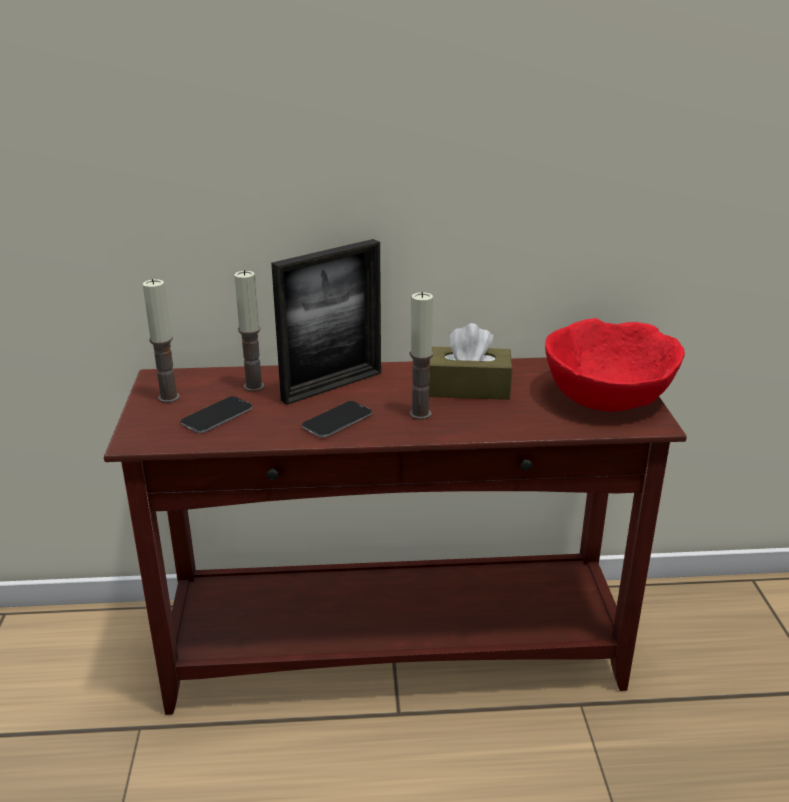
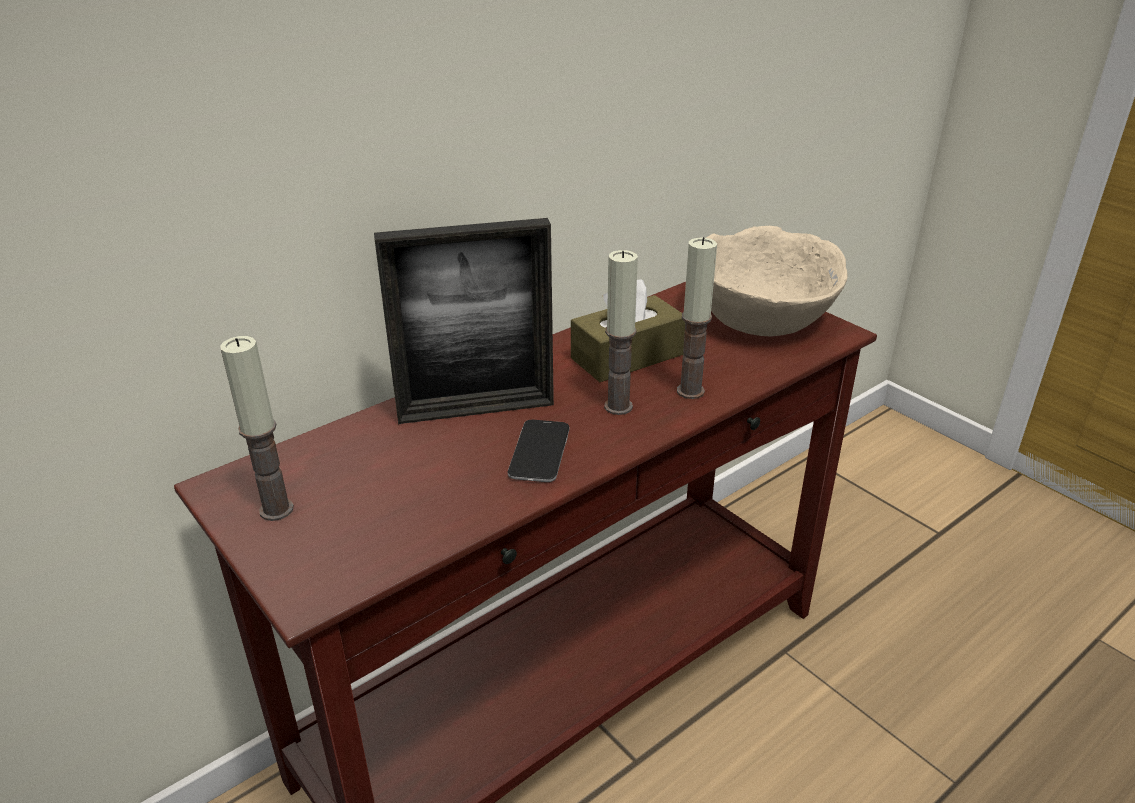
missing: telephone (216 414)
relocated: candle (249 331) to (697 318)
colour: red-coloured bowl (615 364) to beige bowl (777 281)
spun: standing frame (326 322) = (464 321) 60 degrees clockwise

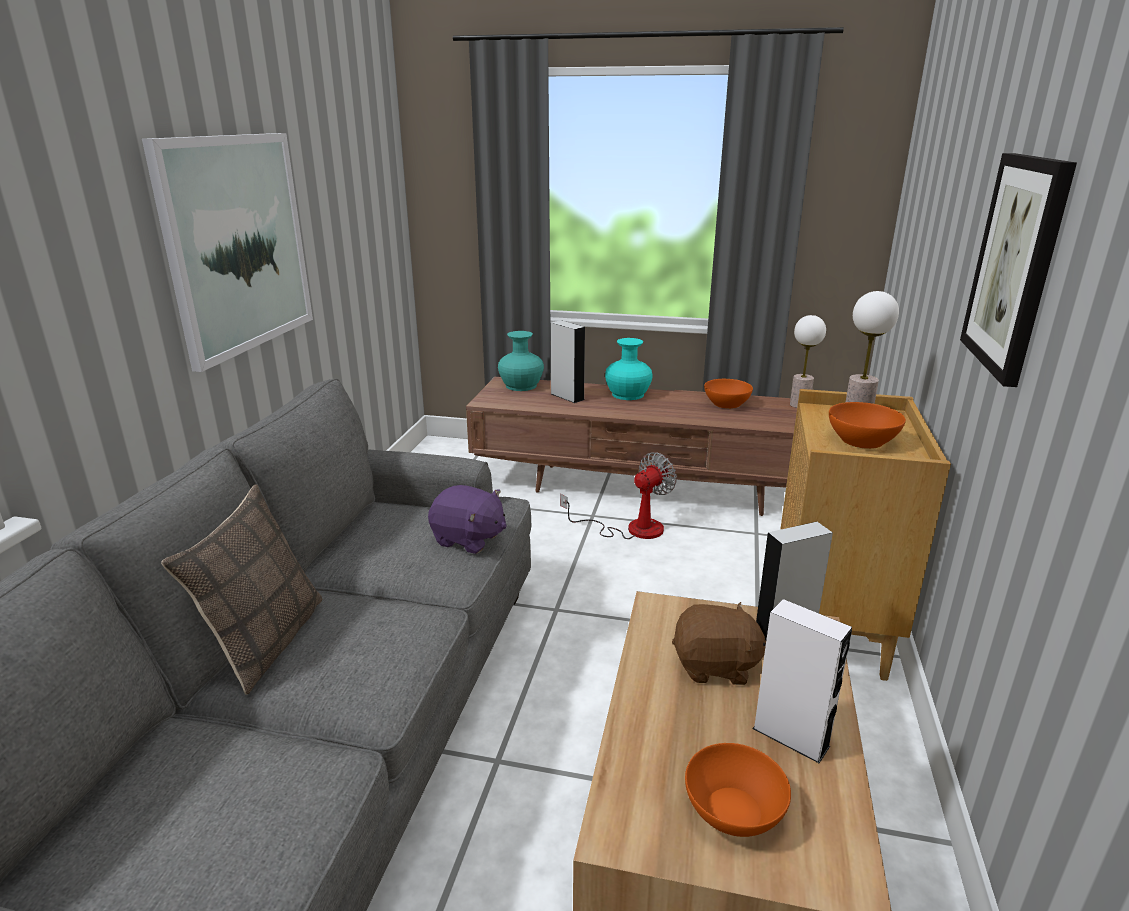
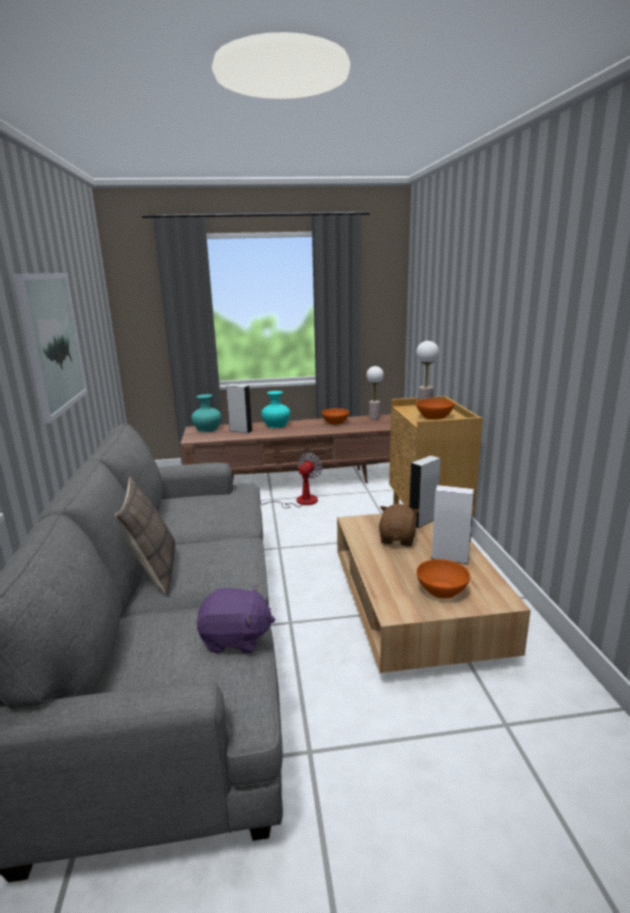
missing: wall art (1018 270)
relocated: purple cuddly toy (467 519) to (236 619)
spun: brownish cuddly toy (719 643) = (399 525) 60 degrees counterclockwise

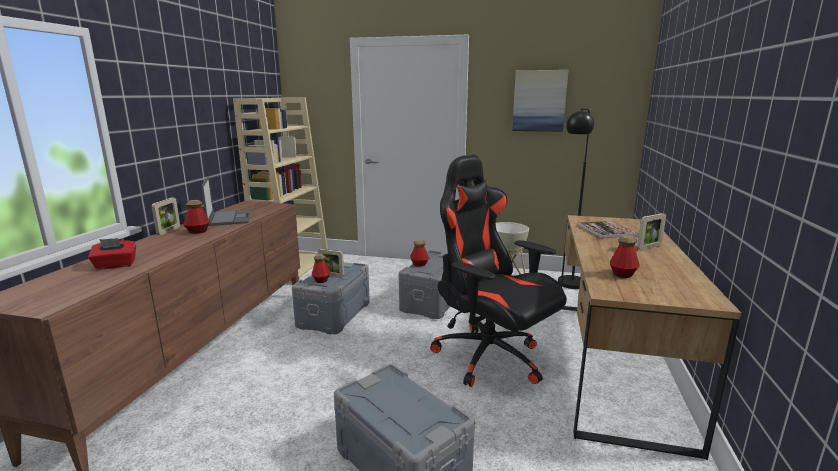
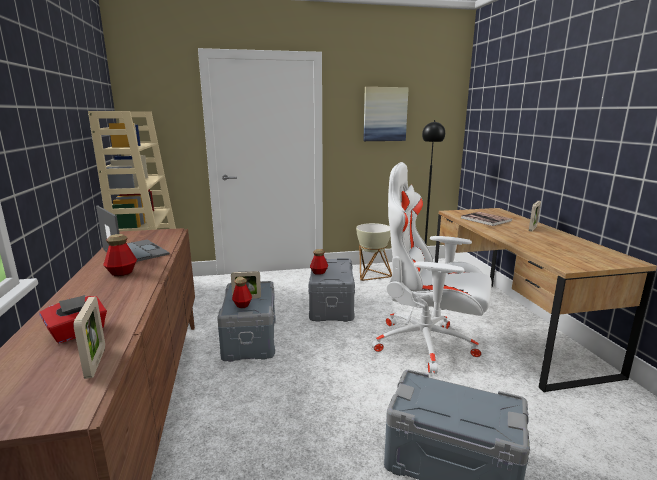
missing: bottle (625 256)
relocated: standing frame (166 216) to (89 337)
colour: black-coloured desk chair (498 271) to white-coloured desk chair (432 268)

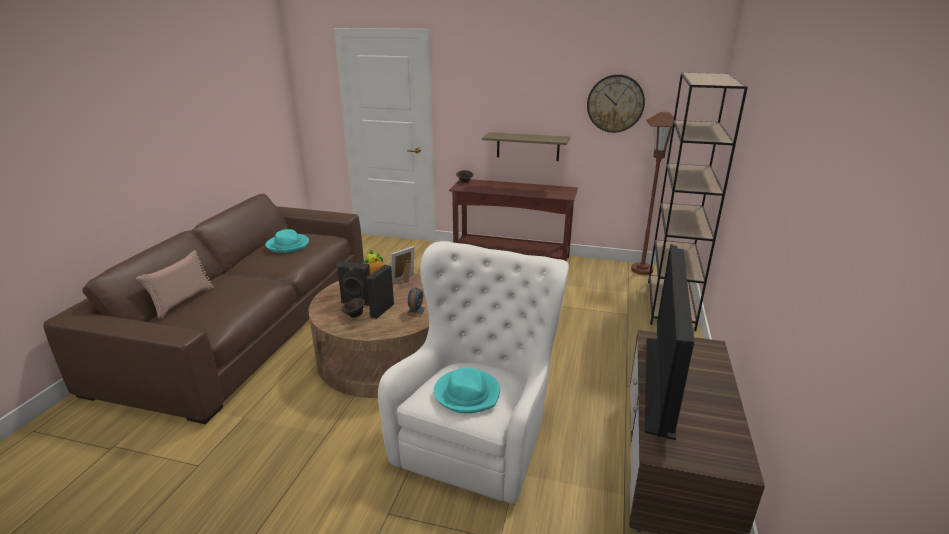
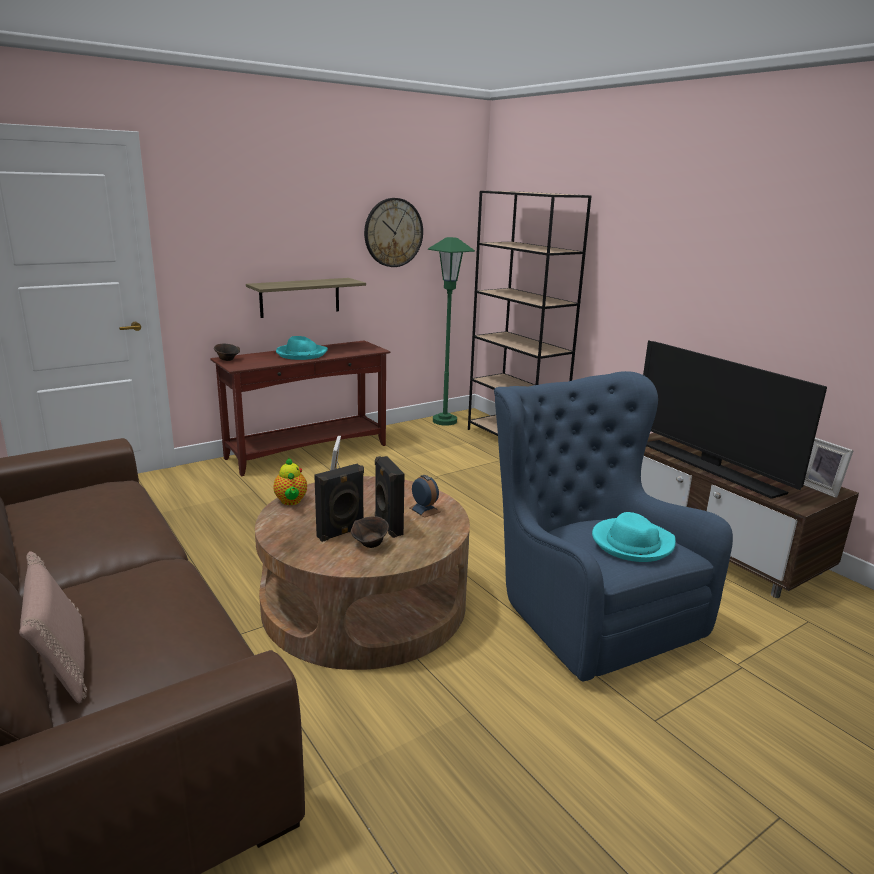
appeared: standing frame (829 468)
relocated: turquoise wearable hat (287 241) to (302 348)
colour: brownish floor lamp (652 193) to green floor lamp (451 331); white-coloured armchair (473 372) to blue armchair (613 526)

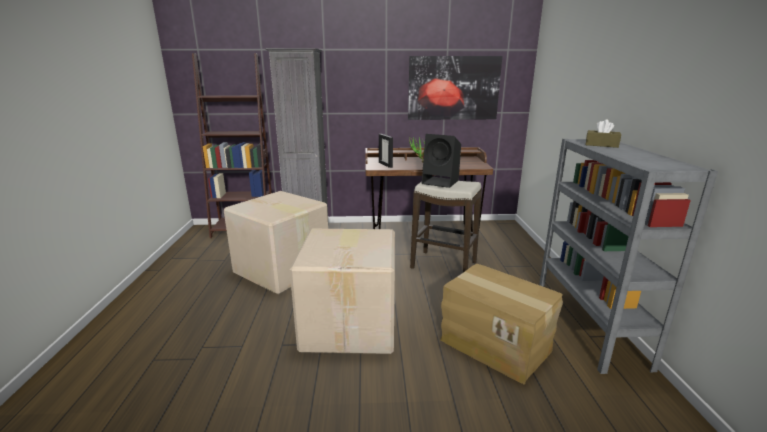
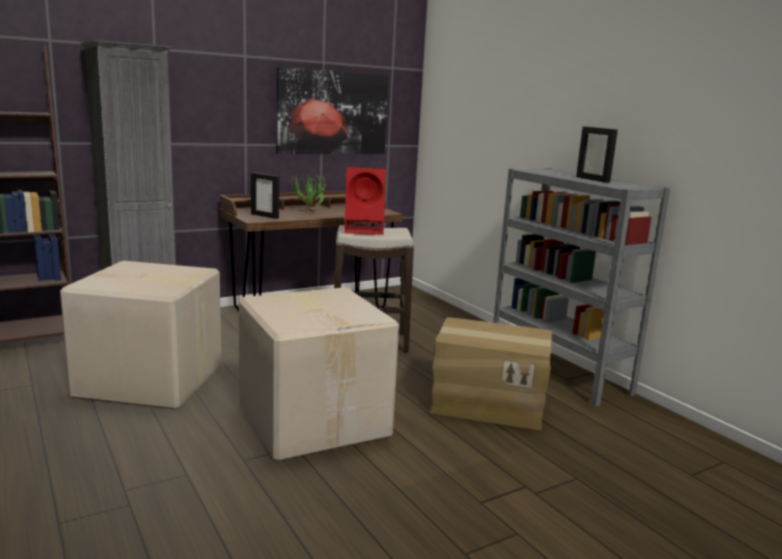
missing: brownish tissue box (603 133)
appeared: standing frame (597 155)
colour: black-coloured loudspeaker (441 161) to red-coloured loudspeaker (365 201)

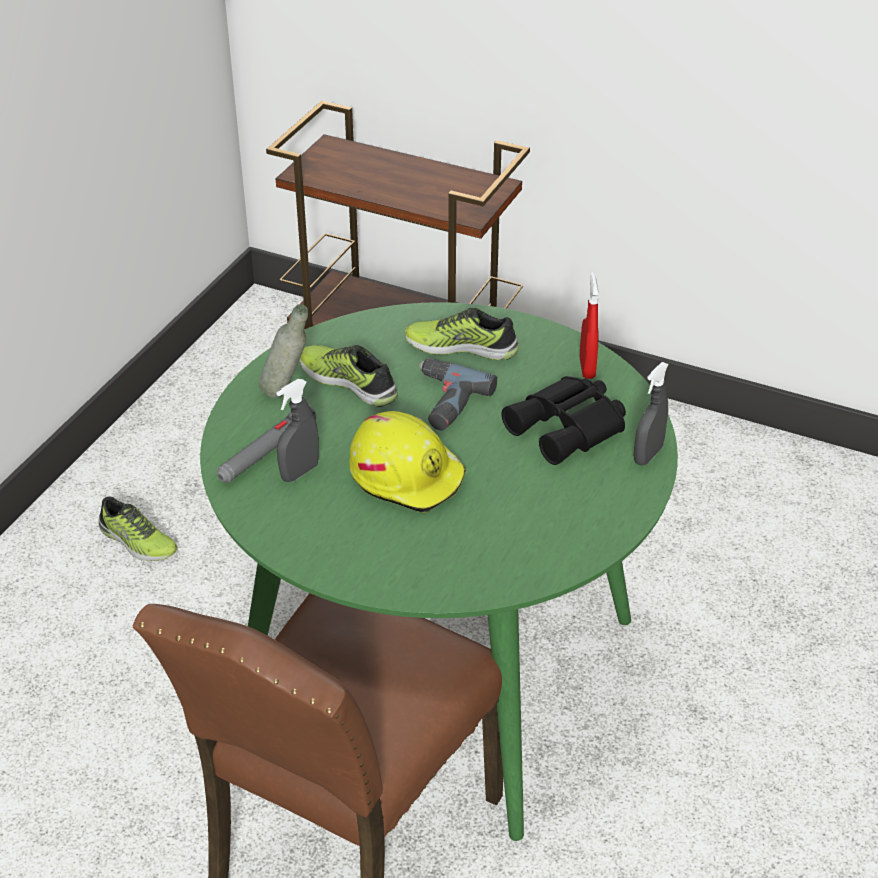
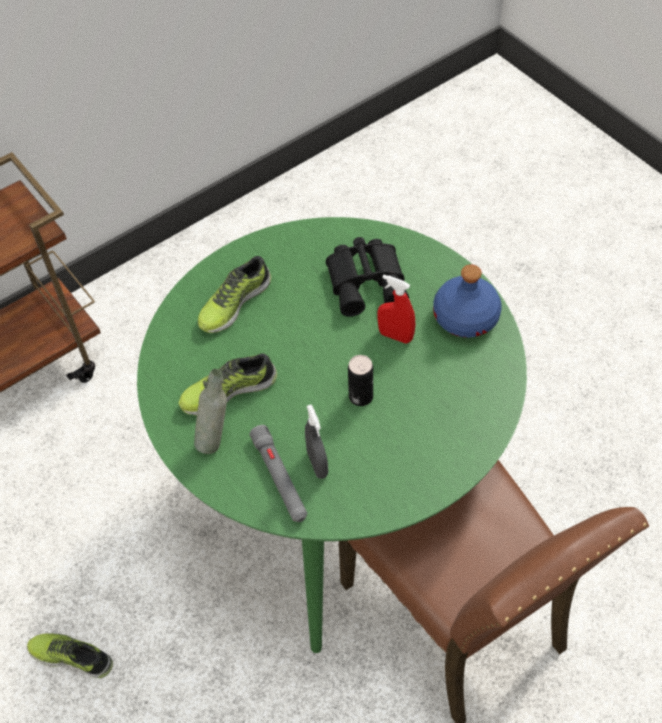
missing: power drill (458 394); greyish hand sprayer (651 414)
appeared: blue bottle (467 301)
relocated: red-coloured hand sprayer (589 325) to (396 309)
exchanged: yellowish work helmet (407 462) to can (360 380)
spun: item of footwear (138 528) = (70 655) 135 degrees counterclockwise

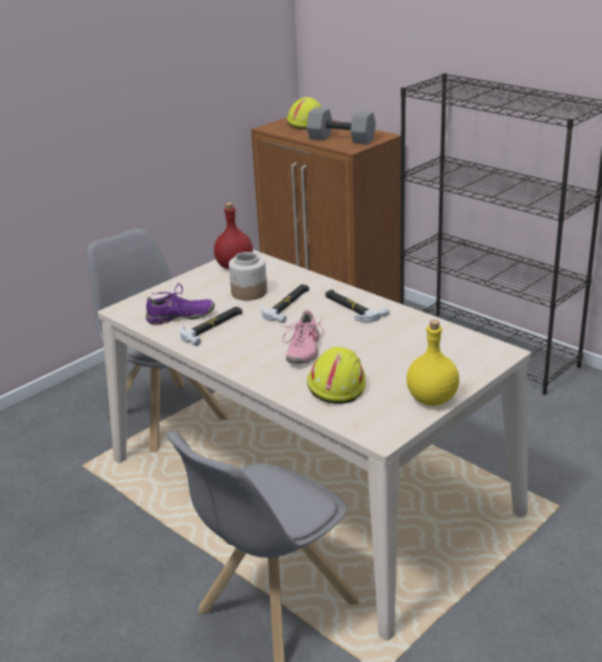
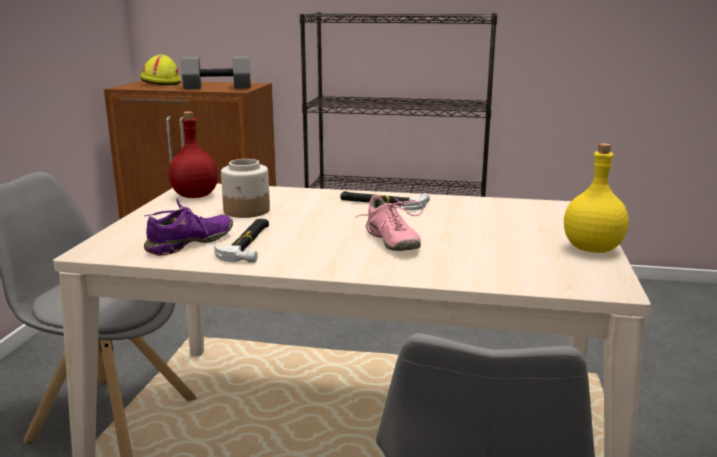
missing: hammer (285 303); yellowish work helmet (336 375)

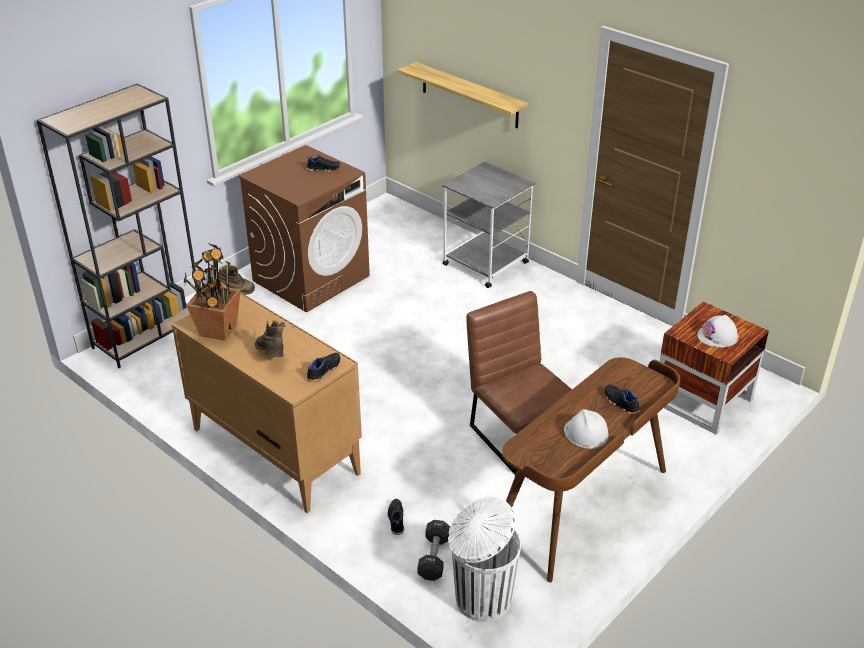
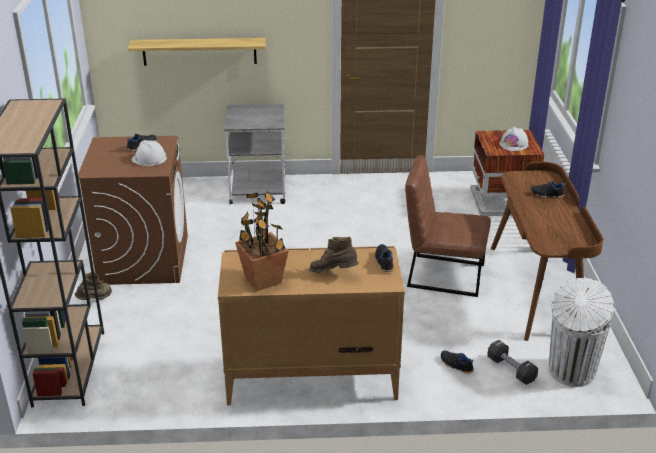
relocated: white-coloured work helmet (586 429) to (149 153)

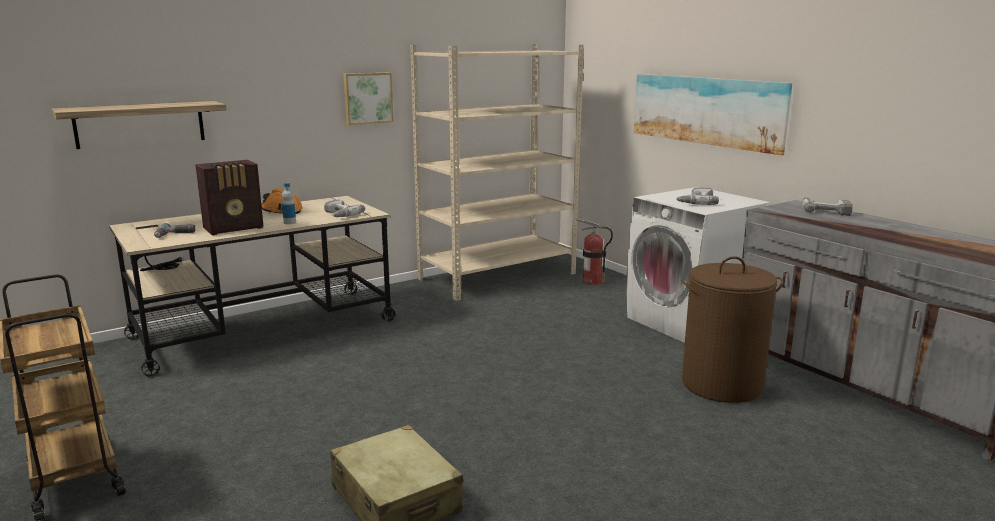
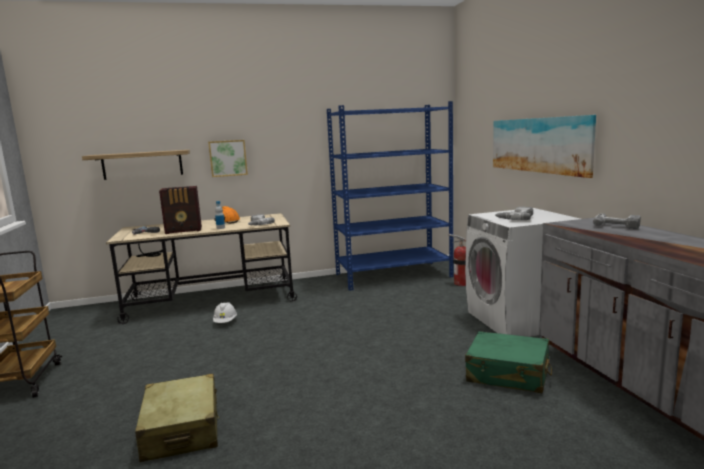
appeared: white-coloured work helmet (225 312)
relocated: wall art (368 98) to (228 158)
exchanged: brownish washing basket (732 329) to green suitcase (508 362)
colour: beige shelving unit (497 172) to blue shelving unit (390 196)

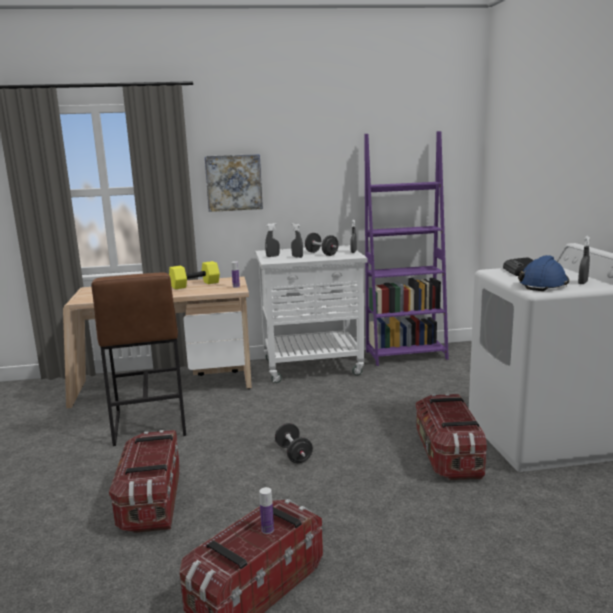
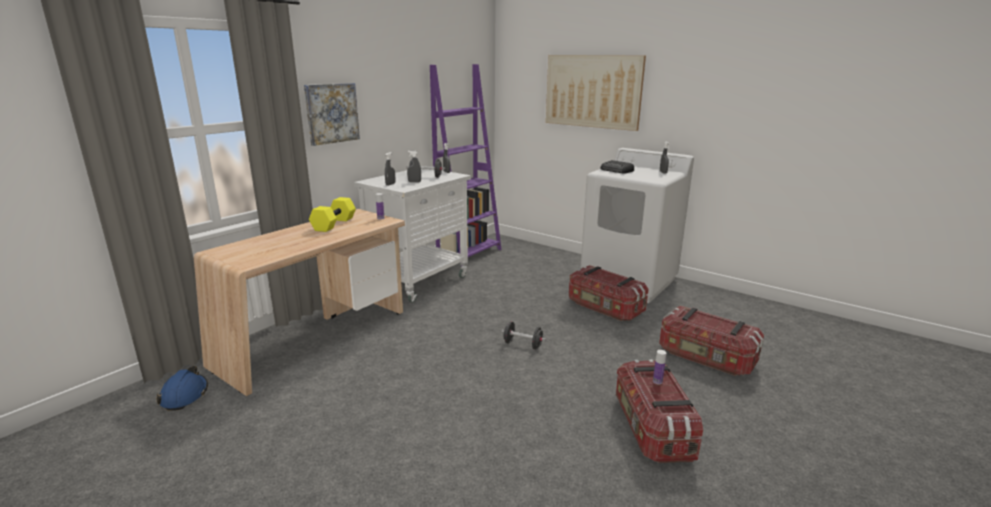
missing: brownish sitting stool (138 359)
appeared: wall art (596 93)
relocated: blue work helmet (543 273) to (182 388); storage bin (144 481) to (711 341)

